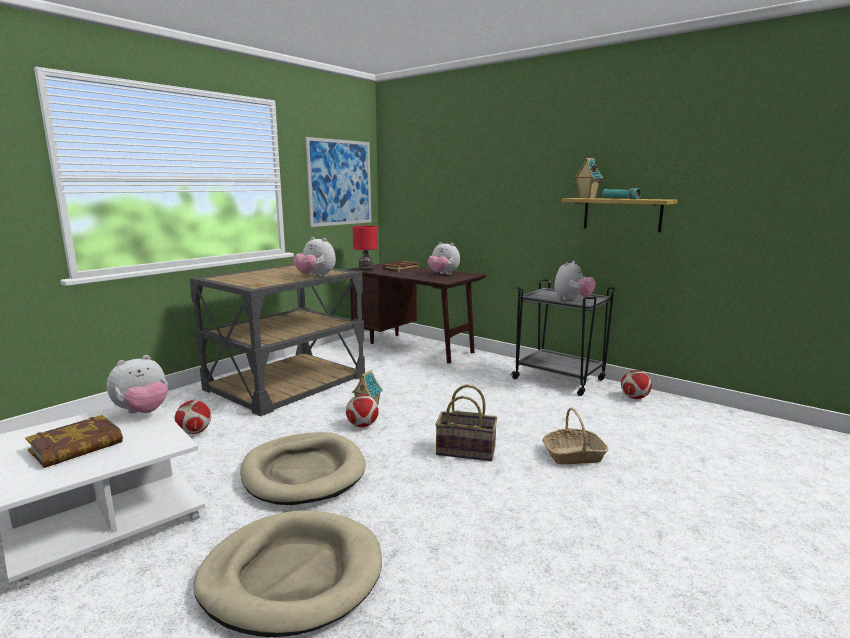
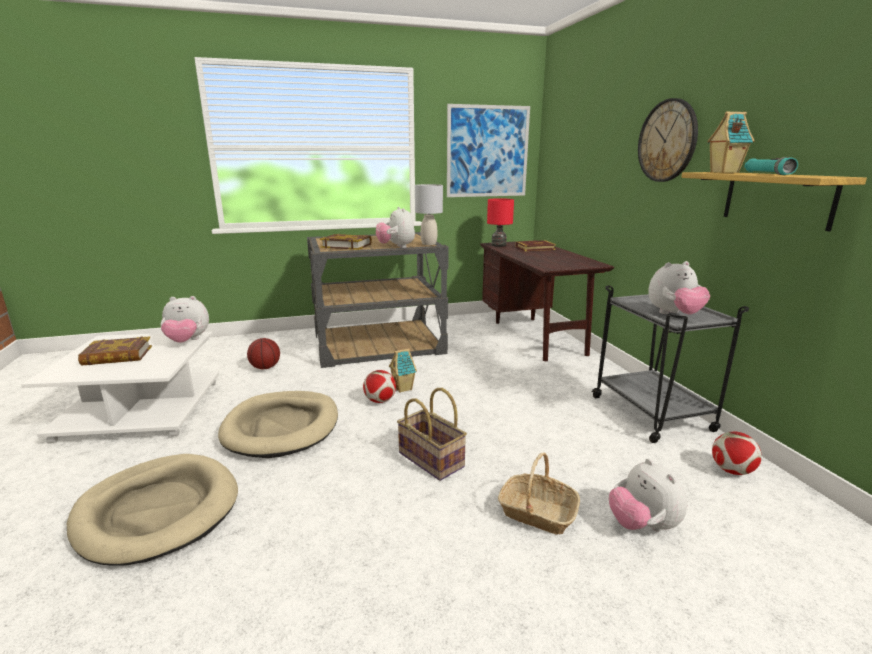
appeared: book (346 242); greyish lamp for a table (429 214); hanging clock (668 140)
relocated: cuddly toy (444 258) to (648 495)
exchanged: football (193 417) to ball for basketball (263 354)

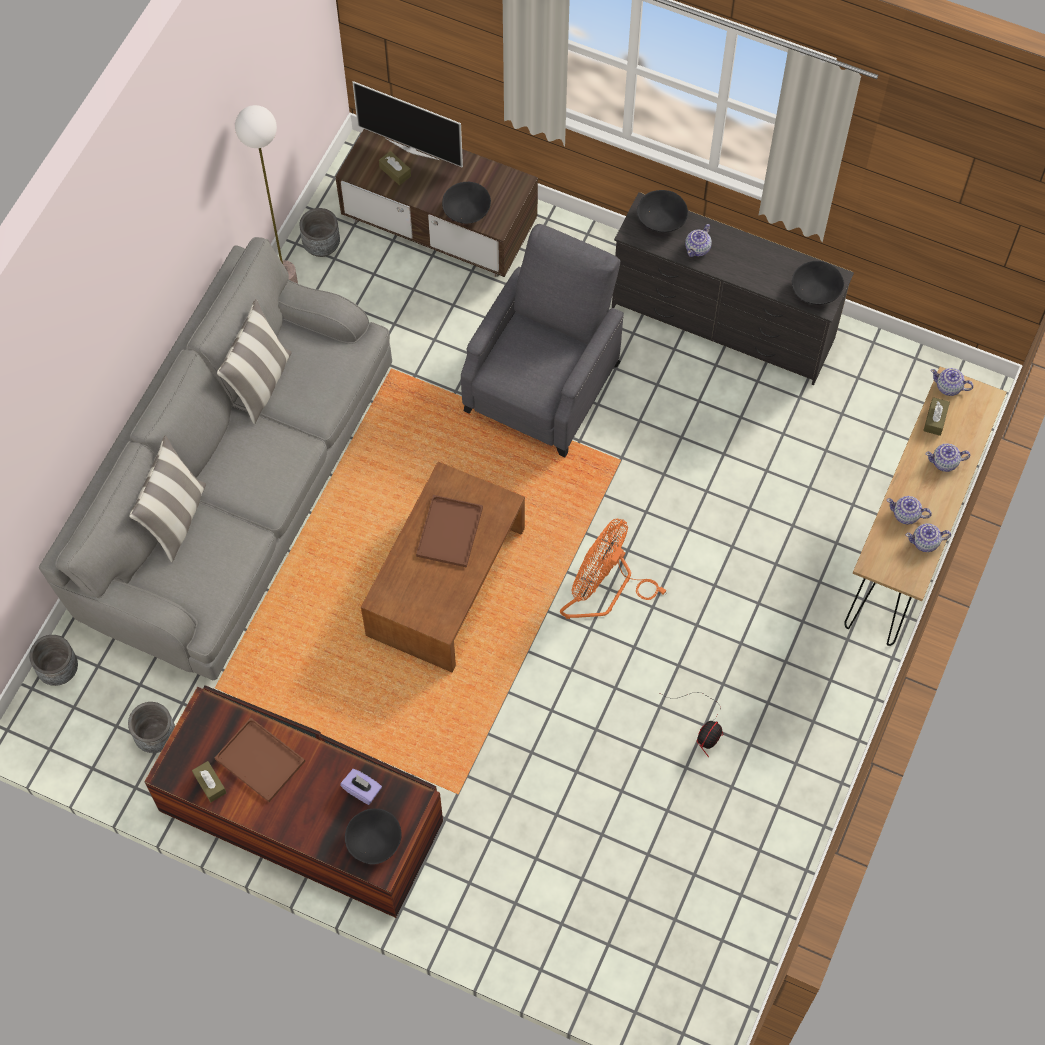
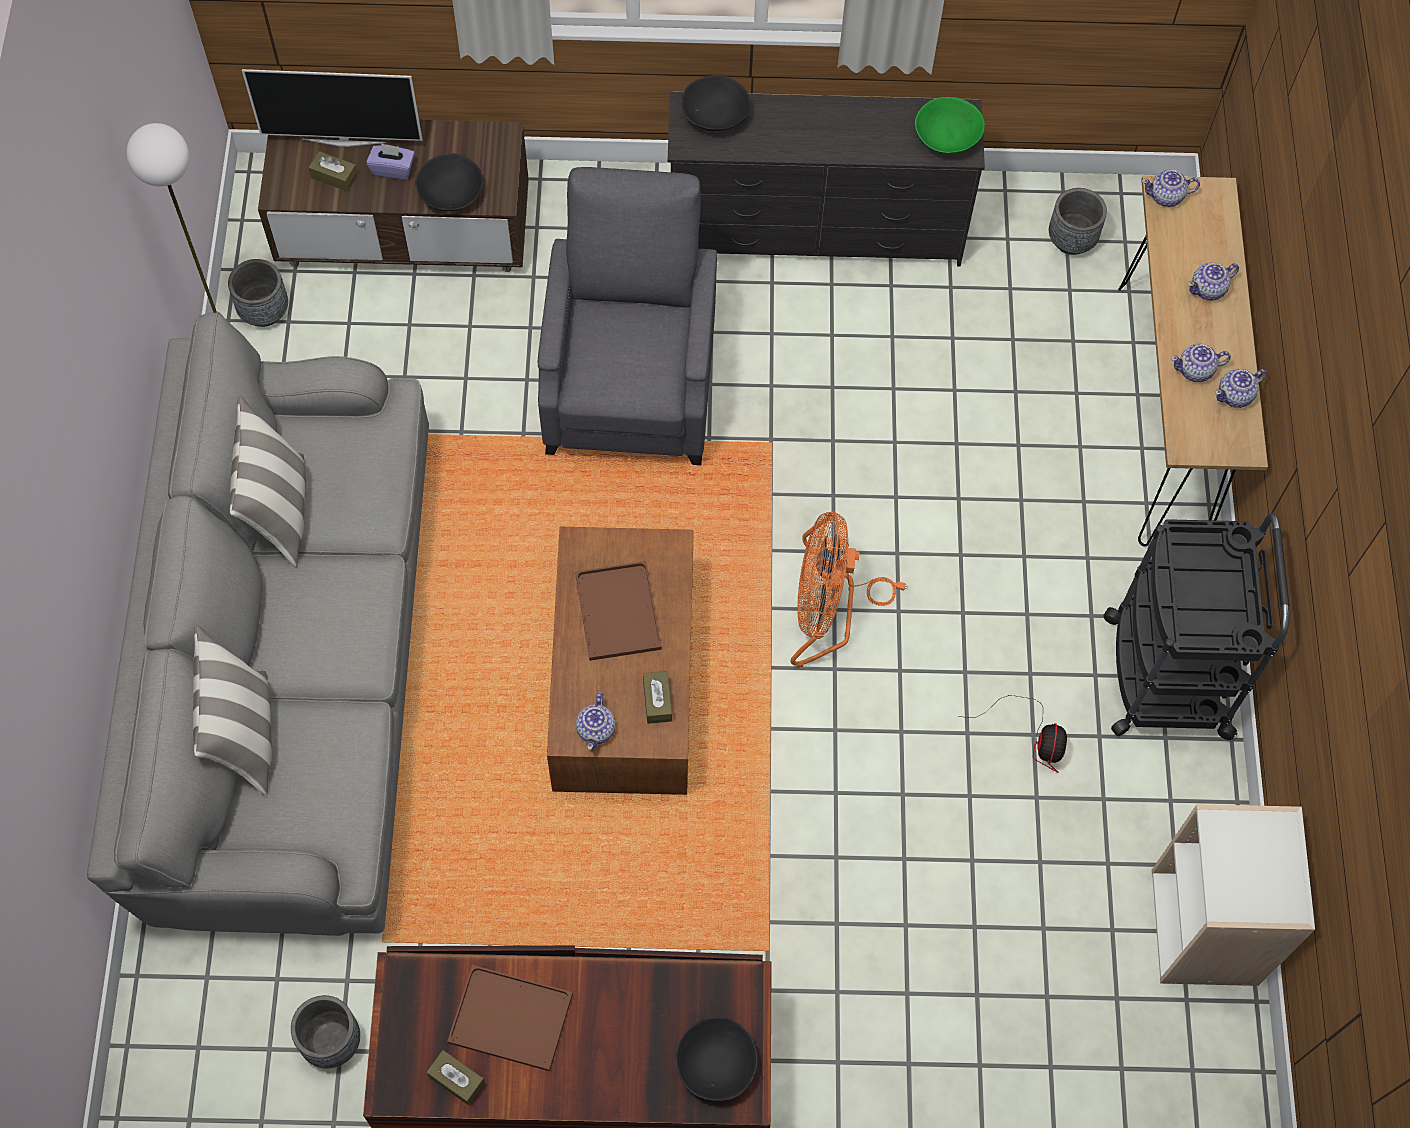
appeared: black-coloured wheeled cart (1196 626); white-coloured shelving unit (1233 895)
relocated: purple tissue box (361 787) to (390 161); pot for tea (698 240) to (595 721); brownish tissue box (936 416) to (657 697); greyish planter (53 660) to (1078 221)
colour: black-coloured bowl (818 283) to green bowl (950 125)

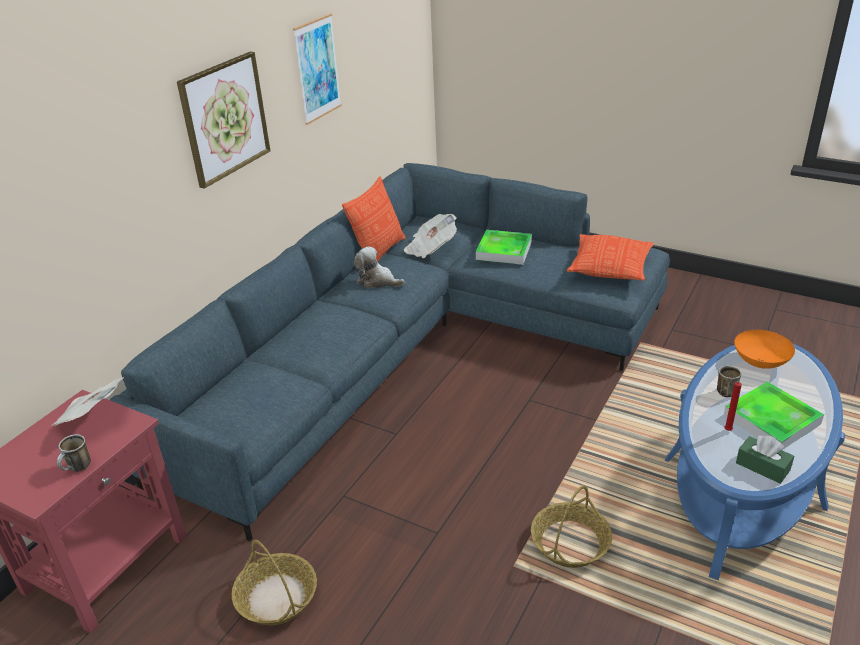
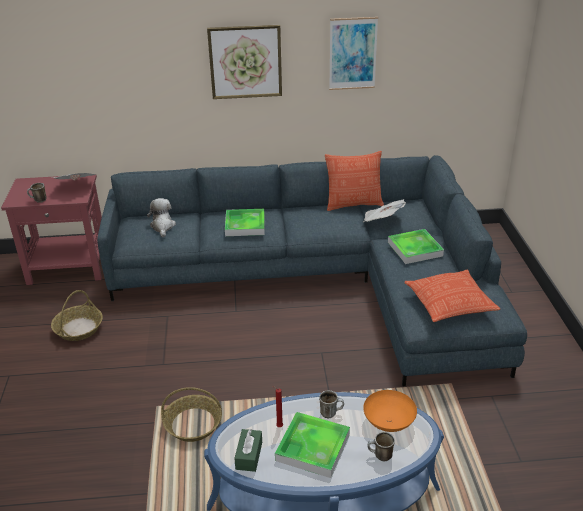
appeared: serving tray (245 222); tea mug (381 446)
relocated: cuddly toy (379 267) to (161 217)

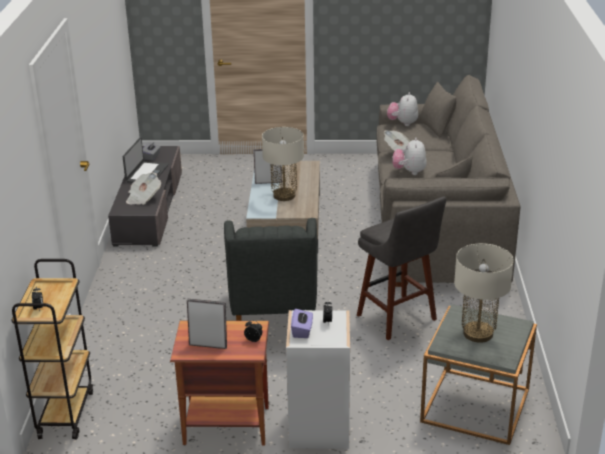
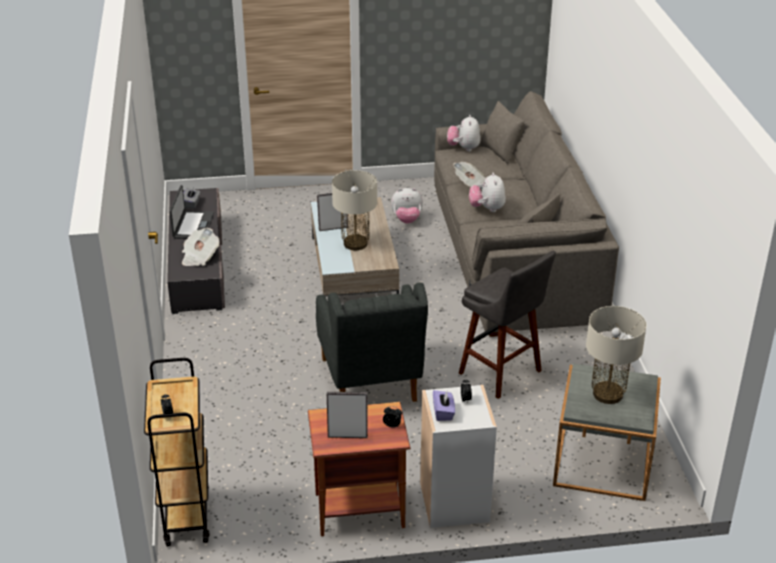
appeared: cuddly toy (407 206)

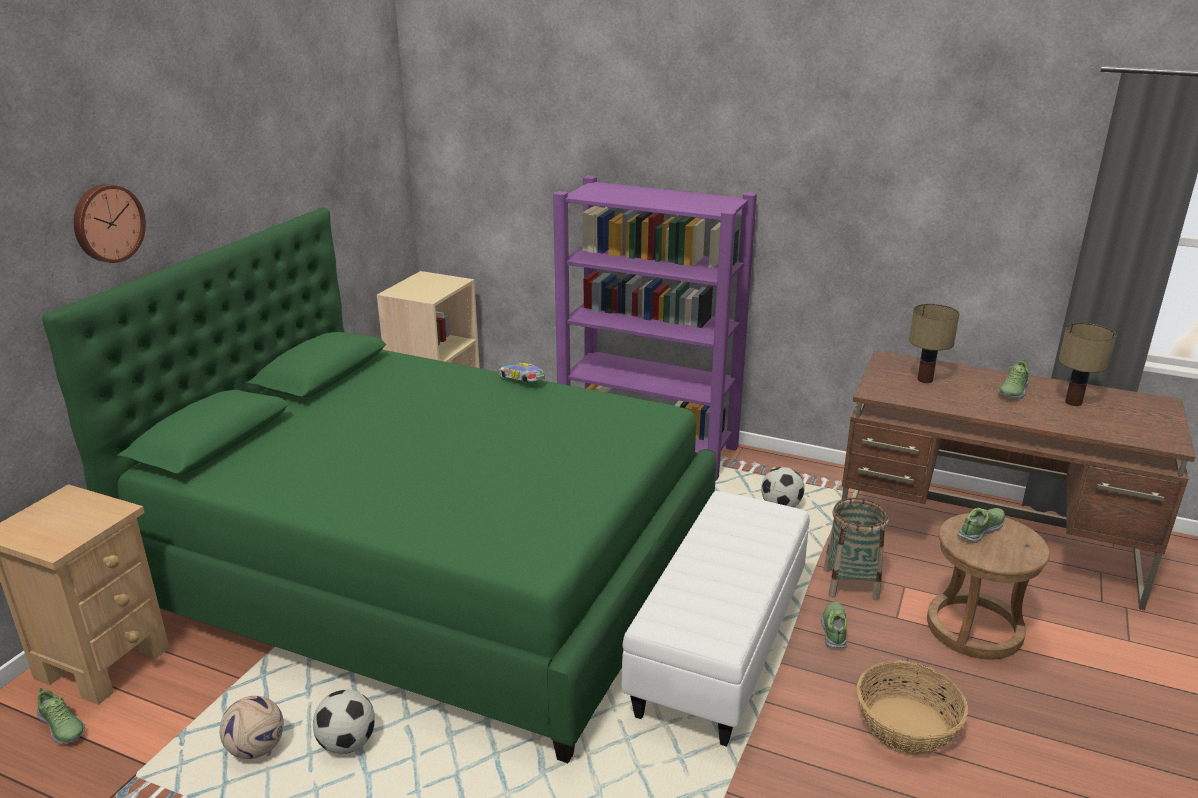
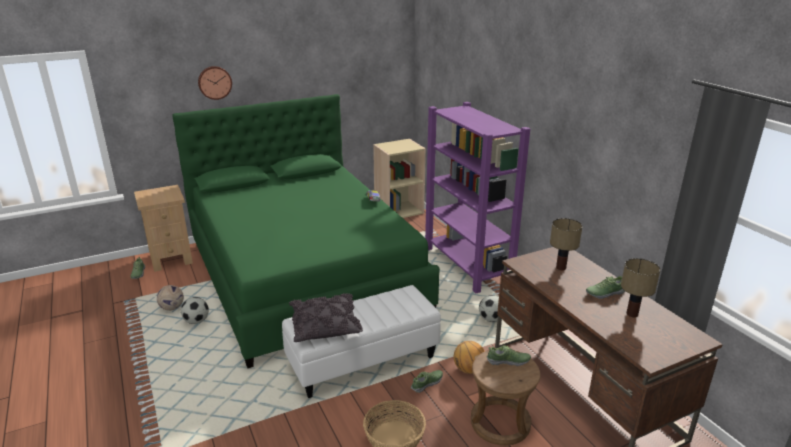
appeared: black-coloured throw pillow (326 317)
exchanged: basket (856 548) to ball for basketball (469 357)

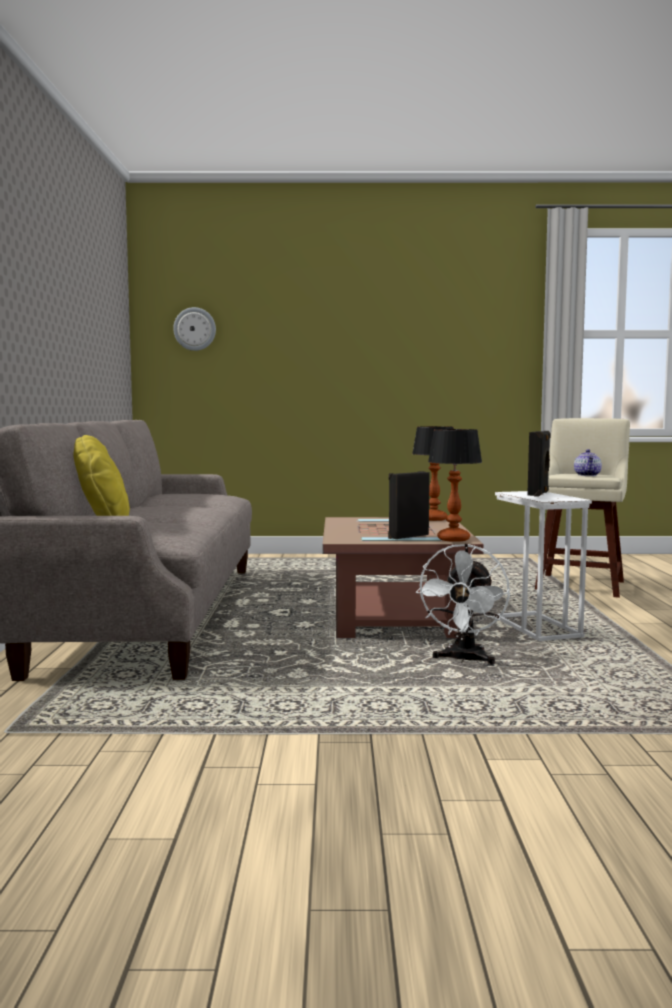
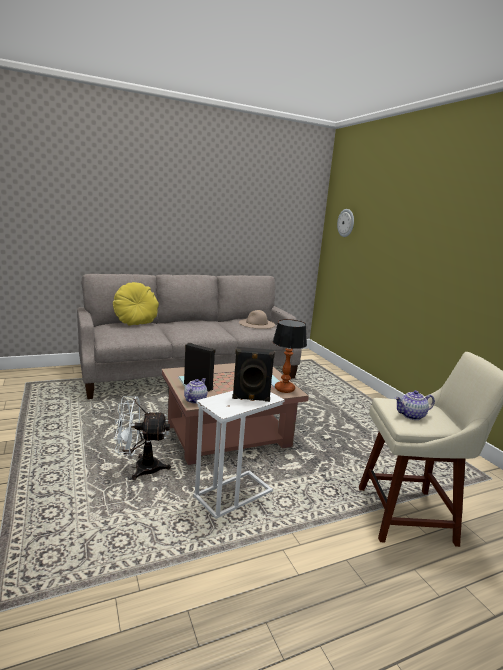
appeared: beige wearable hat (257 319)
exchanged: lamp for a table (455 485) to pot for tea (195 391)

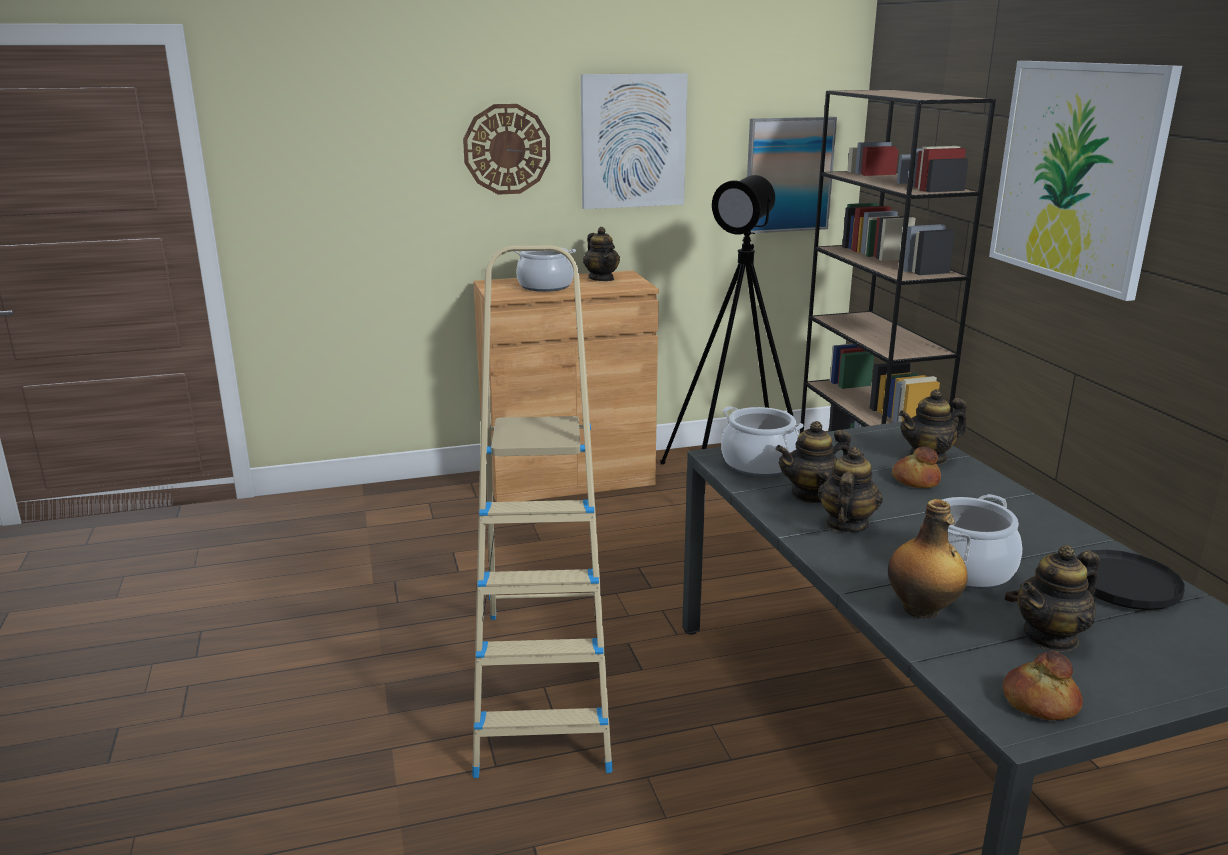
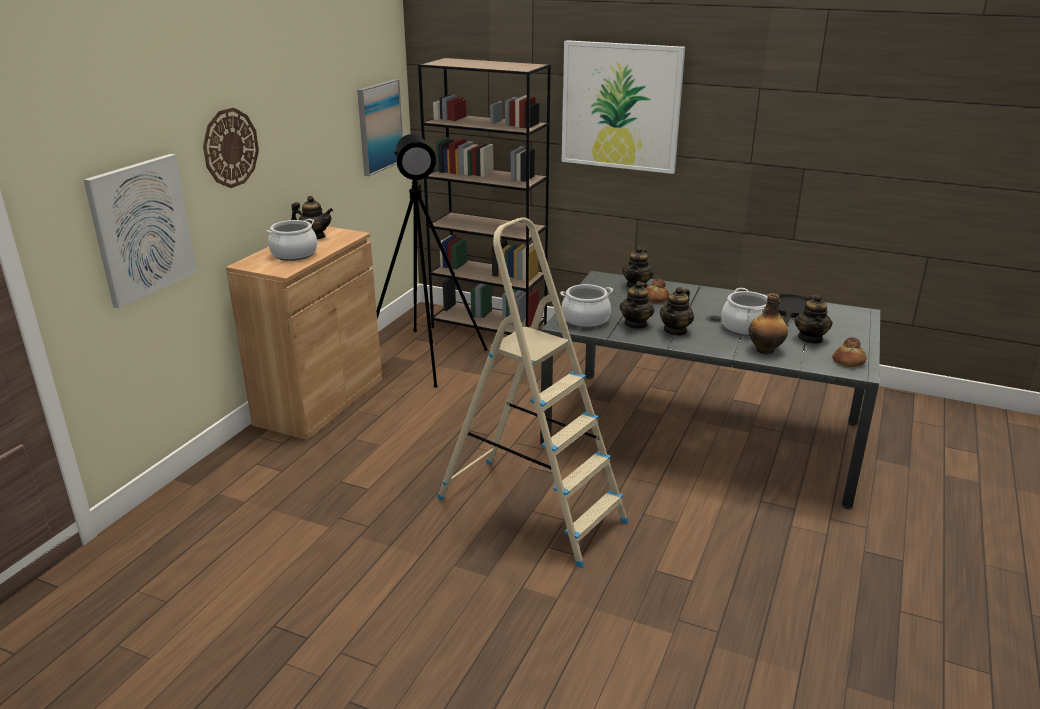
relocated: wall art (634 141) to (140 231)
spun: pot for tea (850 490) = (677 311) 120 degrees counterclockwise

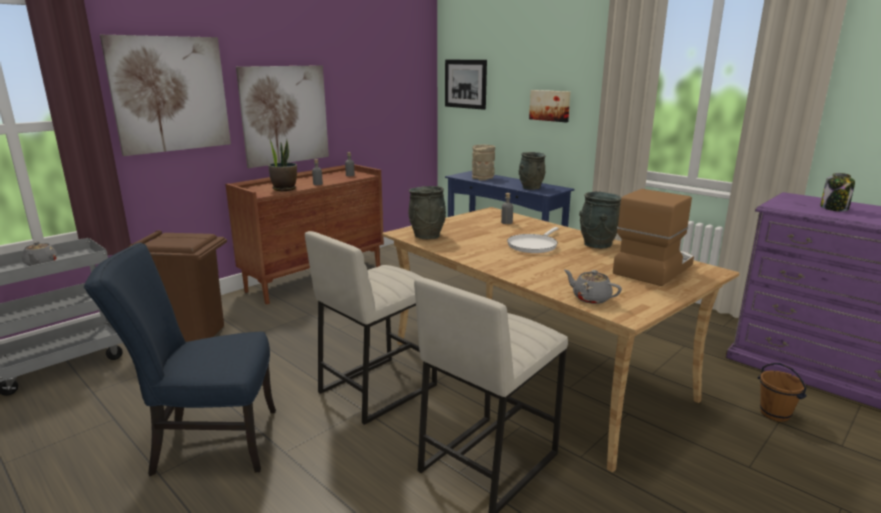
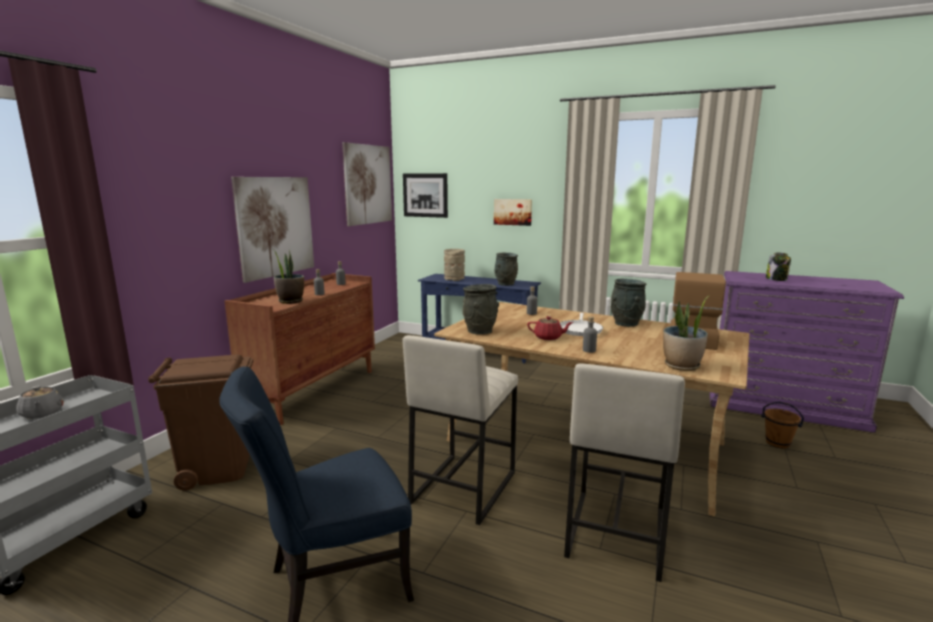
appeared: red-coloured pot for tea (550 328); greyish bottle (590 334)
relocated: wall art (165 95) to (367 184)
exchanged: greyish pot for tea (593 287) to plant in a pot (686 333)

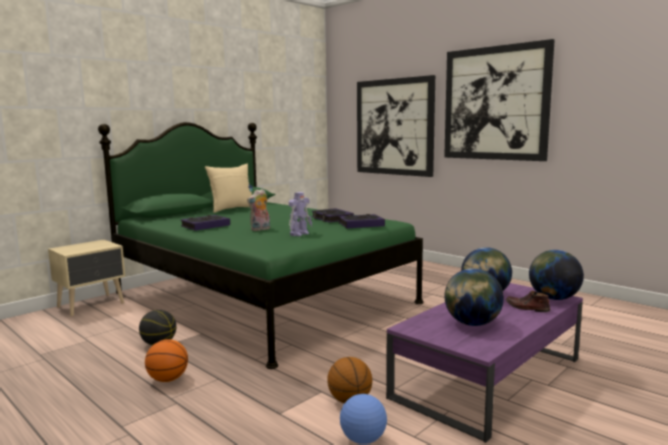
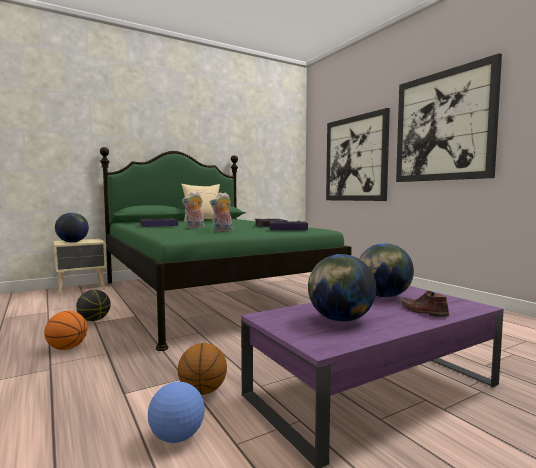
relocated: desk globe (556 275) to (72 227)
exchanged: model robot (300 214) to cuddly toy (221 212)

